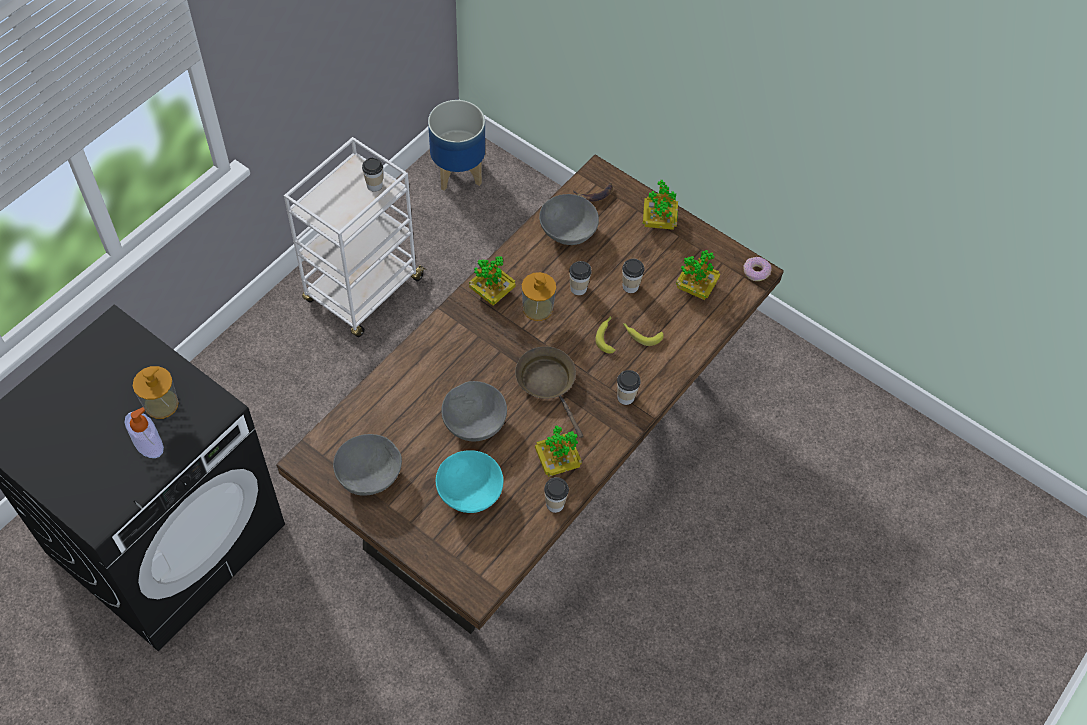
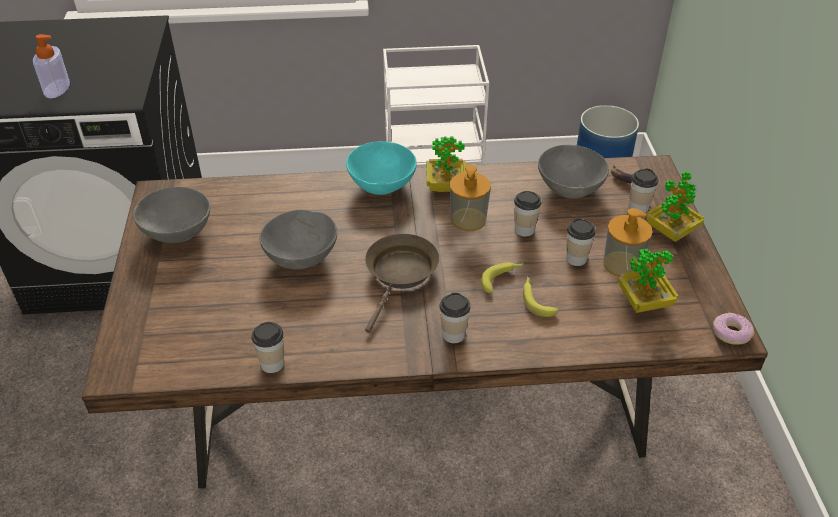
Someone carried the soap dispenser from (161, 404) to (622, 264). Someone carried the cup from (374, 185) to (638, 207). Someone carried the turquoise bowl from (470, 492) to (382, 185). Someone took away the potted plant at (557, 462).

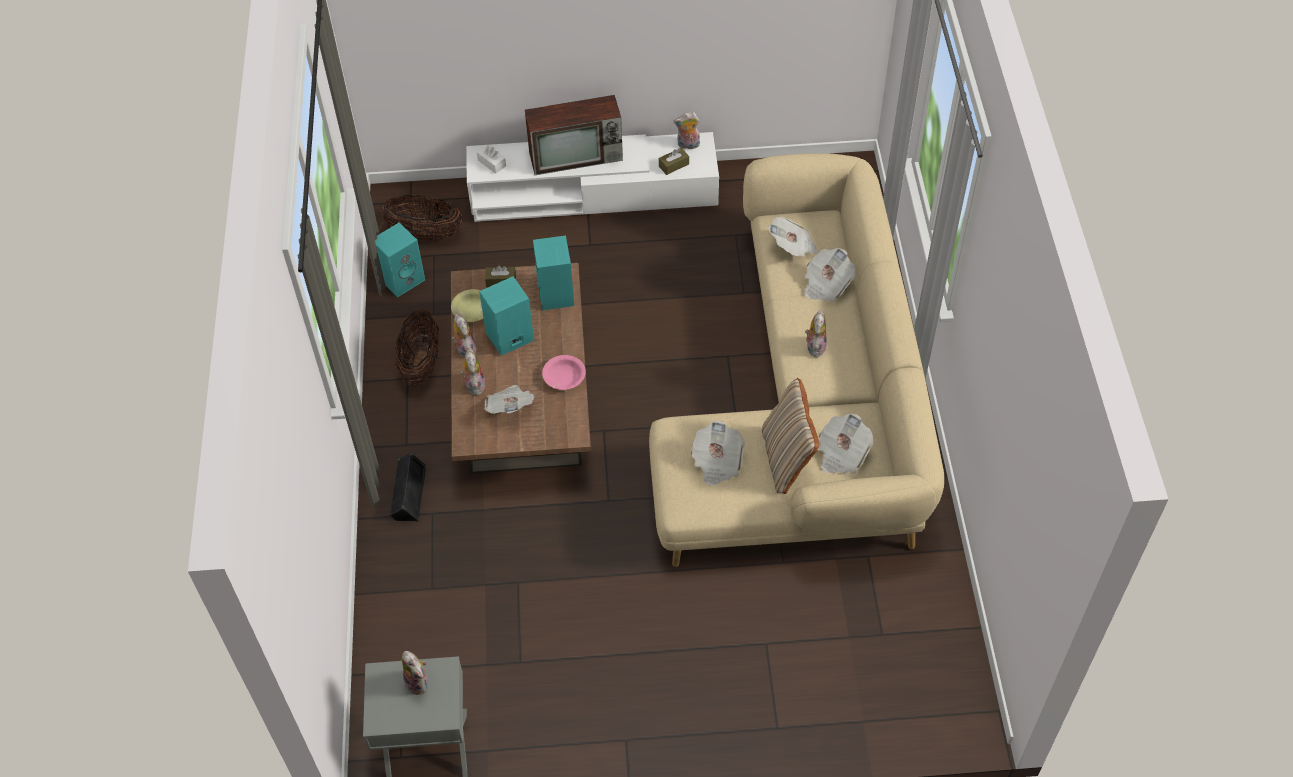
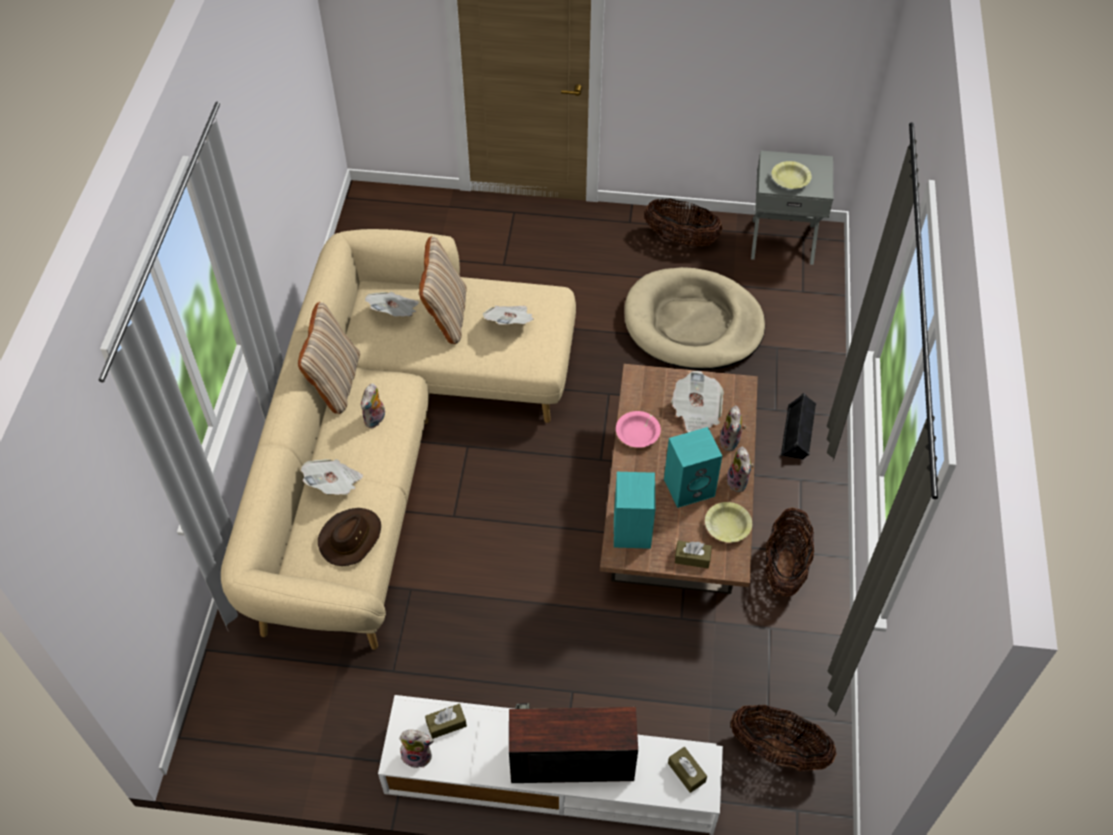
Someone took away the turquoise speaker at (403, 278). Someone swapped the plush toy at (419, 682) for the yellow bowl at (790, 180). Someone repainted the white tissue box at (491, 163), which became the brown tissue box at (686, 772). Someone swapped the newspaper at (793, 247) for the brown hat at (350, 538). Someone put down the beige pillow at (335, 383). Someone put down the beige dog bed at (693, 323). Someone put down the basket at (680, 239).

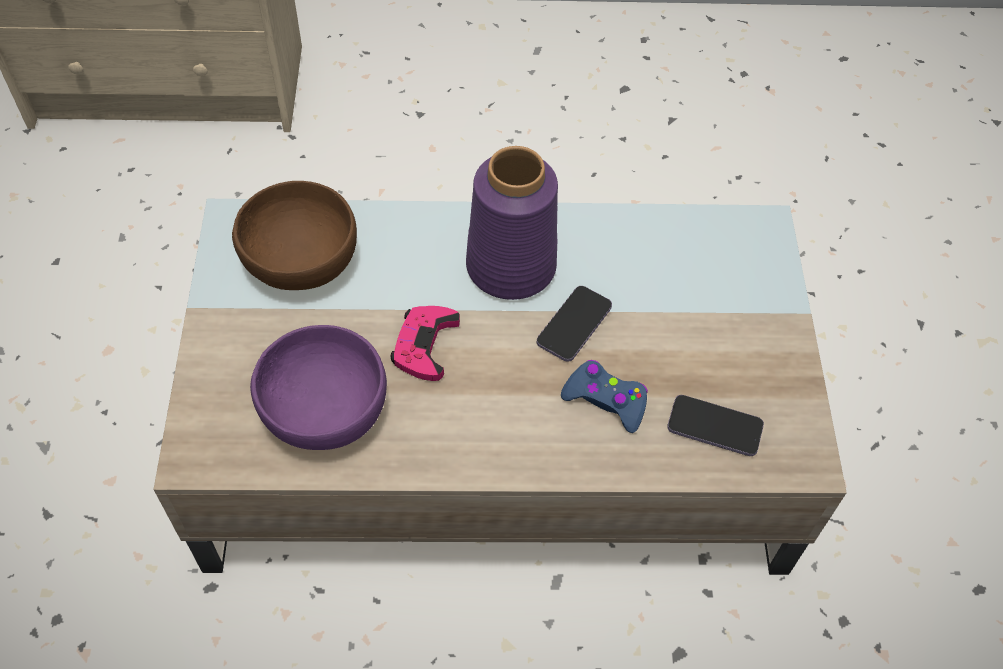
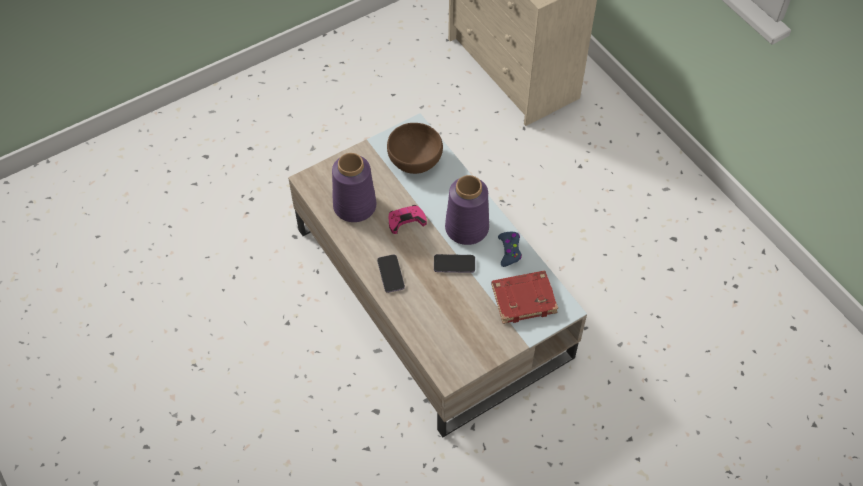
Someone swapped the purple bowl at (325, 410) for the purple vase at (354, 206). Someone carried the blue game controller from (605, 400) to (509, 251). Someone carried the phone from (714, 427) to (391, 274). Someone put down the red book at (524, 298).

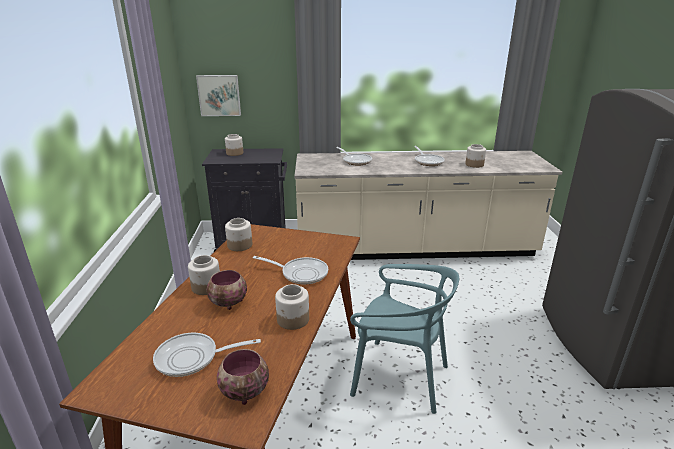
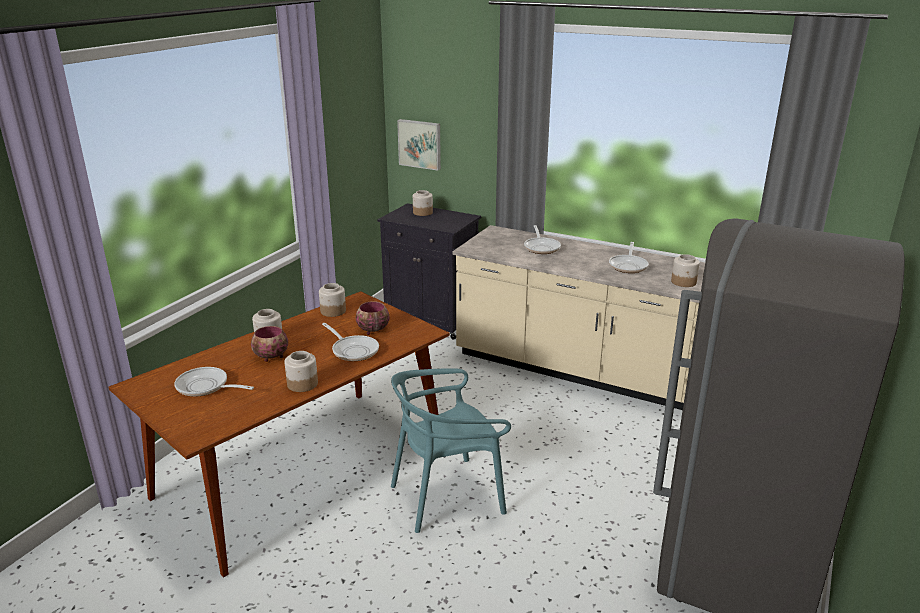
Someone carried the bowl from (243, 392) to (372, 330). Someone rotated the turquoise chair at (399, 377) by 105 degrees clockwise.

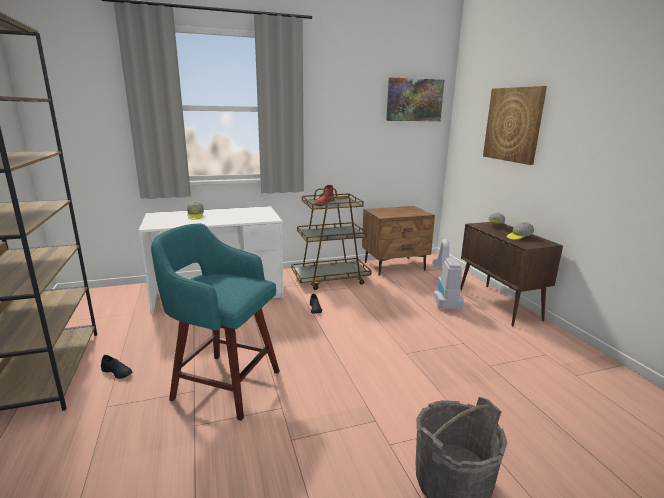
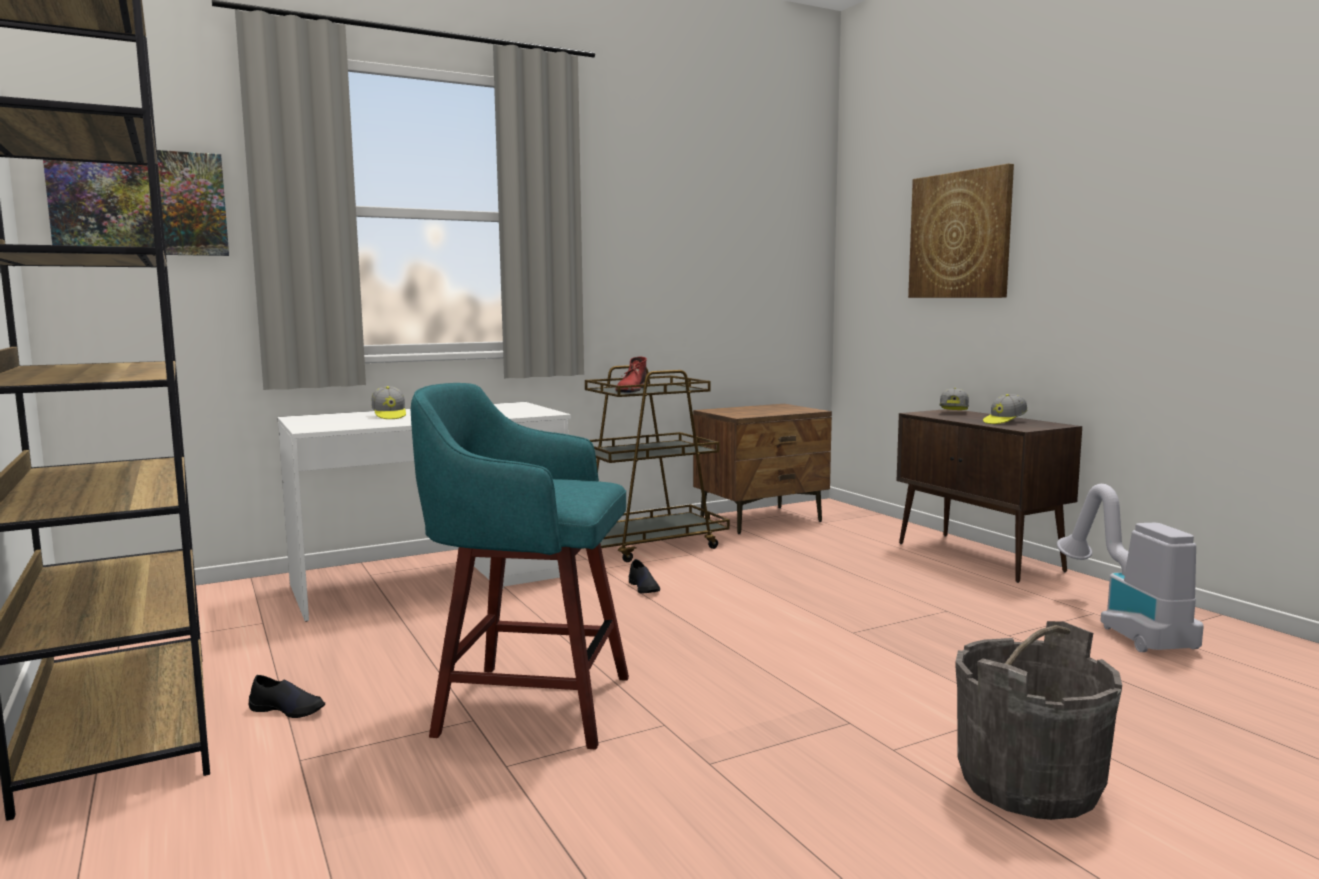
Someone carried the picture from (414, 100) to (140, 202). Someone carried the vacuum cleaner from (443, 297) to (1124, 627).

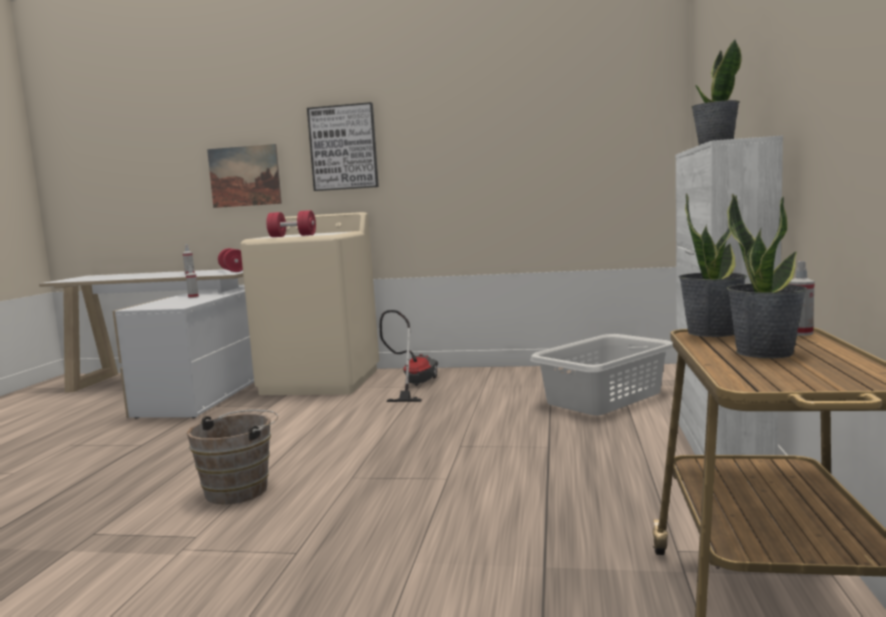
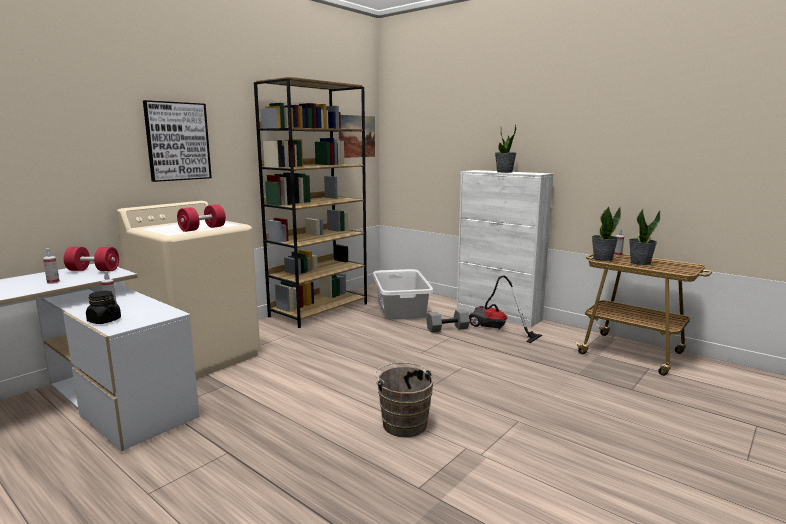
Someone carried the picture from (244, 176) to (356, 136). Someone carried the vacuum cleaner from (413, 385) to (496, 329). Someone put down the black jar at (104, 320). Someone put down the brown bookcase at (319, 310). Someone put down the grey dumbbell at (447, 328).

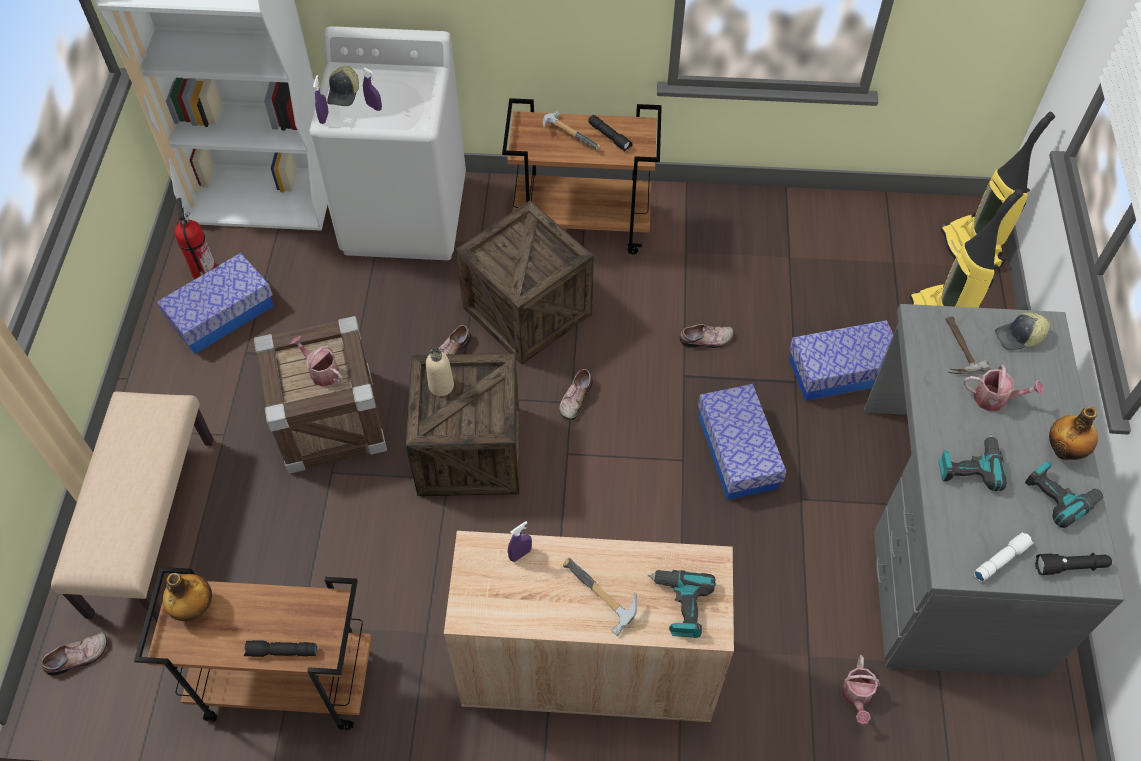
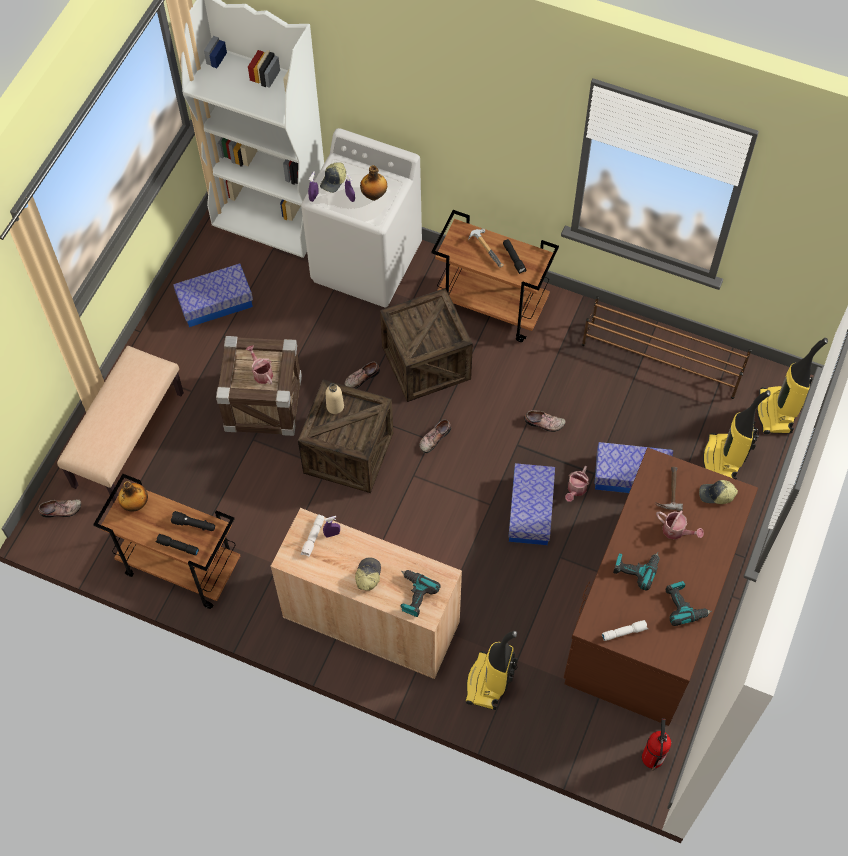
Someone carried the fire extinguisher from (204, 271) to (652, 756). Someone swapped the hammer at (598, 599) for the cap at (367, 575). Someone carried the watering can from (856, 696) to (576, 490). Someone repainted the grey desk at (946, 535), which became the brown desk at (648, 613). Someone carried the black flashlight from (1070, 567) to (194, 525). Someone carried the bottle from (1064, 450) to (374, 195). Someone put down the white flashlight at (313, 538). Someone put down the vacuum cleaner at (489, 682). Someone put down the brown shoe rack at (662, 360).

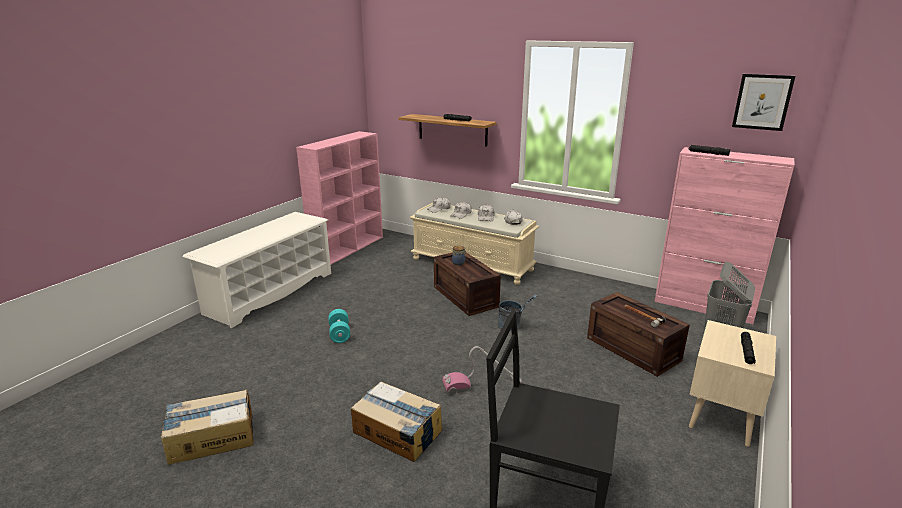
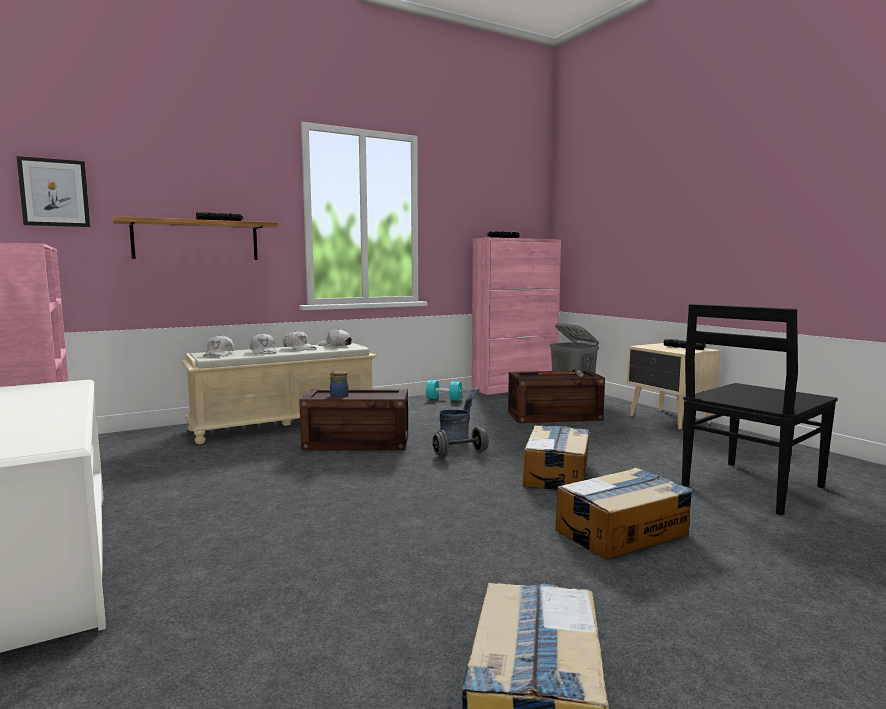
Someone carried the turquoise dumbbell from (339, 334) to (444, 399). Someone swapped the vacuum cleaner at (482, 384) for the cardboard box at (557, 473). Someone carried the picture from (762, 102) to (54, 193). Someone put down the grey dumbbell at (460, 454).

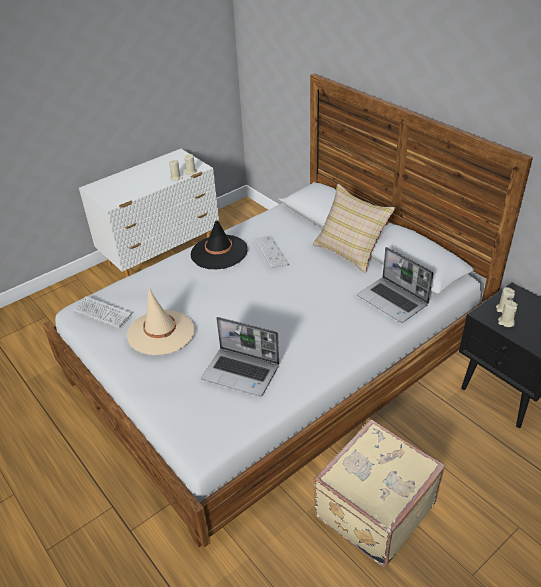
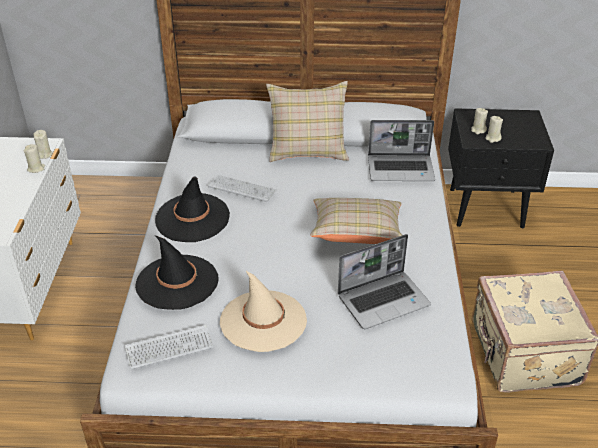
Someone put down the black hat at (177, 282). Someone put down the beige pillow at (356, 234).

